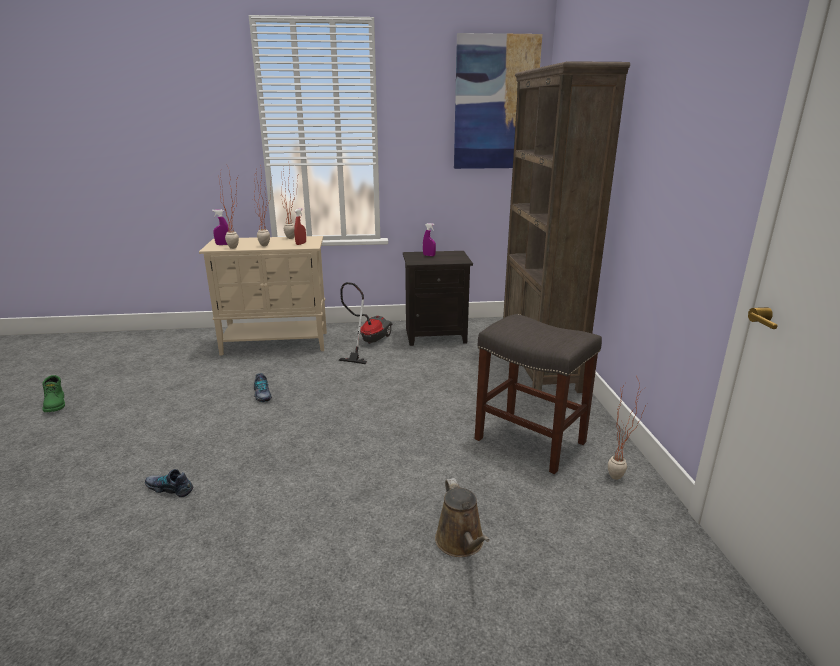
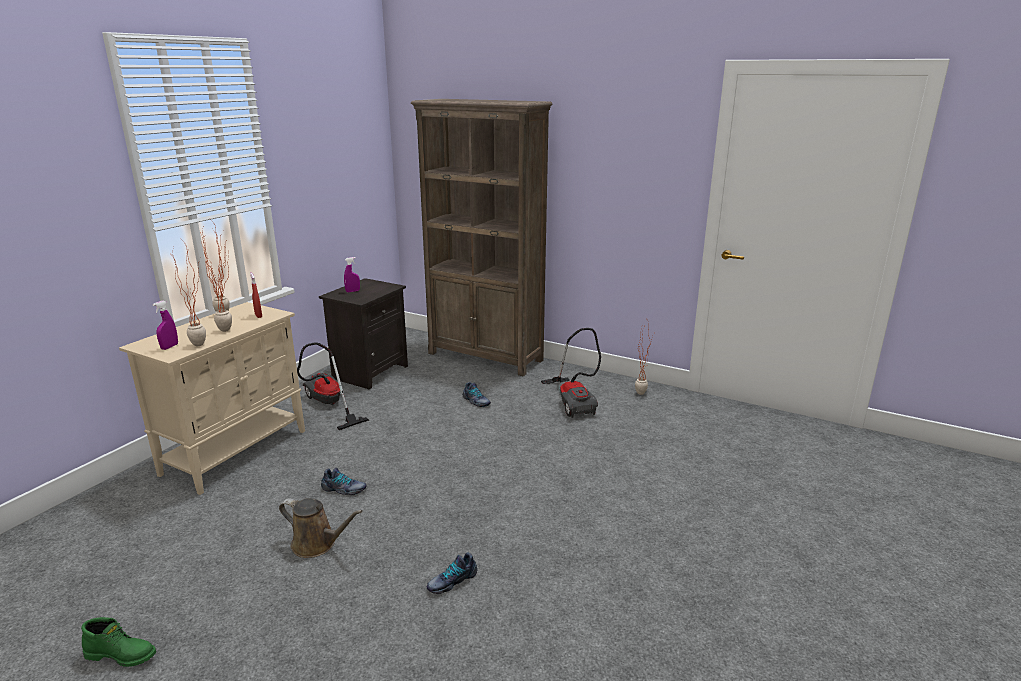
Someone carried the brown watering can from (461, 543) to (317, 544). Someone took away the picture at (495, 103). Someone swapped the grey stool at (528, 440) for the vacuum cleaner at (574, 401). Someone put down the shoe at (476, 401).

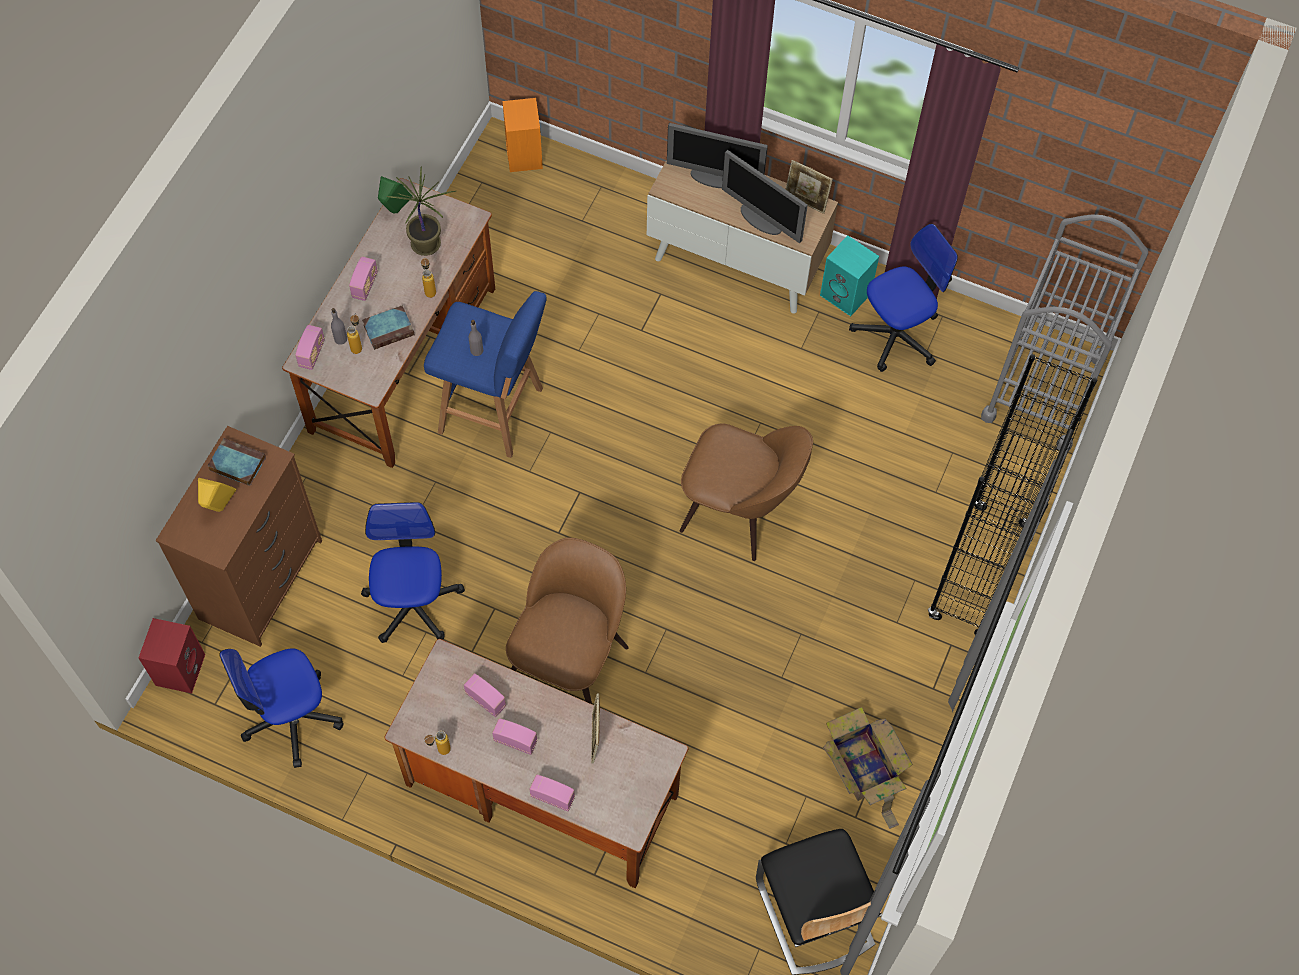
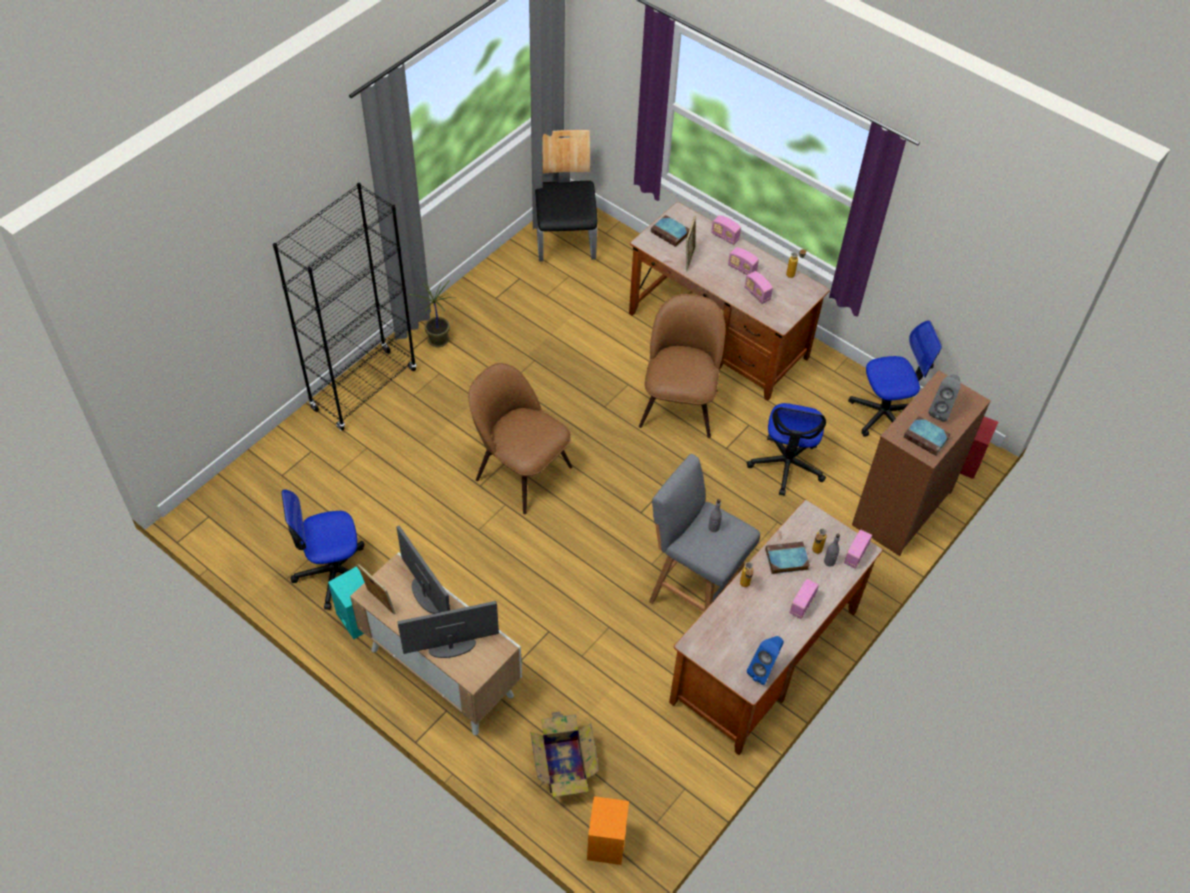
Someone repainted the yellow speaker at (219, 508), which became the grey speaker at (941, 410). Someone repainted the green speaker at (395, 211), which became the blue speaker at (764, 670). Someone carried the potted plant from (427, 245) to (437, 339). Someone repainted the blue stool at (494, 412), which became the grey stool at (694, 591). Someone rotated the brown chair at (569, 658) by 150 degrees clockwise. Someone rotated the monitor at (714, 178) by 45 degrees counterclockwise. Someone carried the cardboard box from (863, 769) to (564, 763). Someone took away the grey cart at (1043, 388). Someone put down the book at (671, 233).

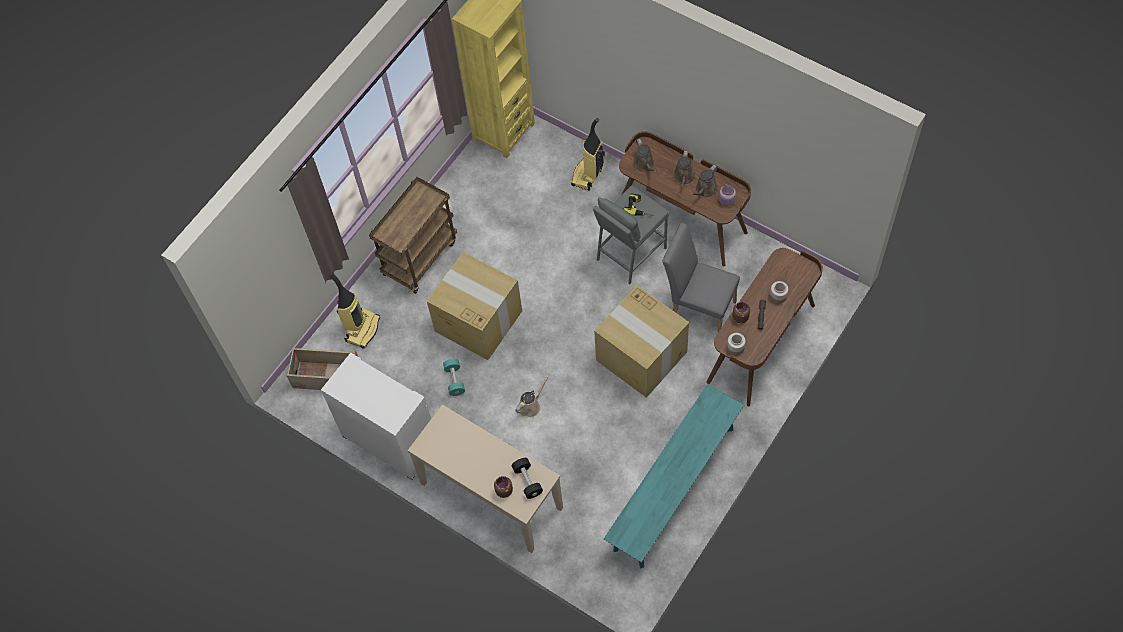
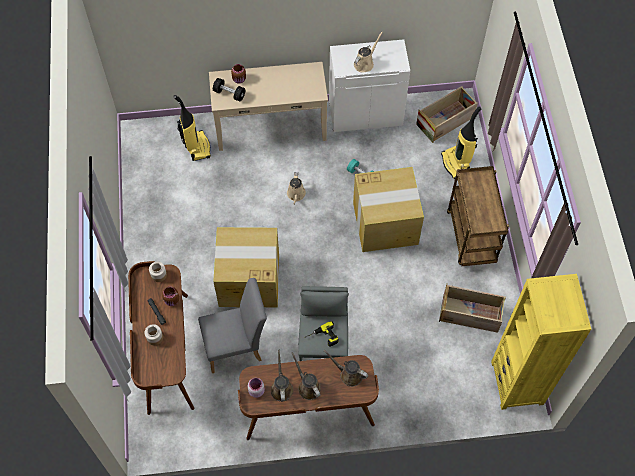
Someone carried the vacuum cleaner from (588, 175) to (197, 146). Someone took away the turquoise bench at (674, 488). Someone put down the beige watering can at (365, 63). Someone put down the crate at (470, 314).

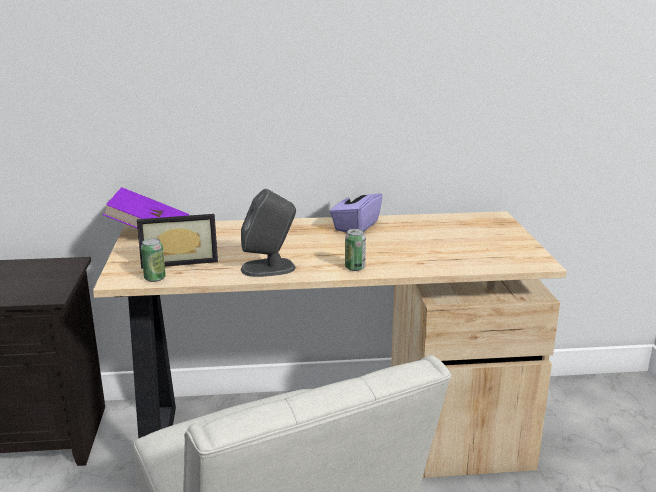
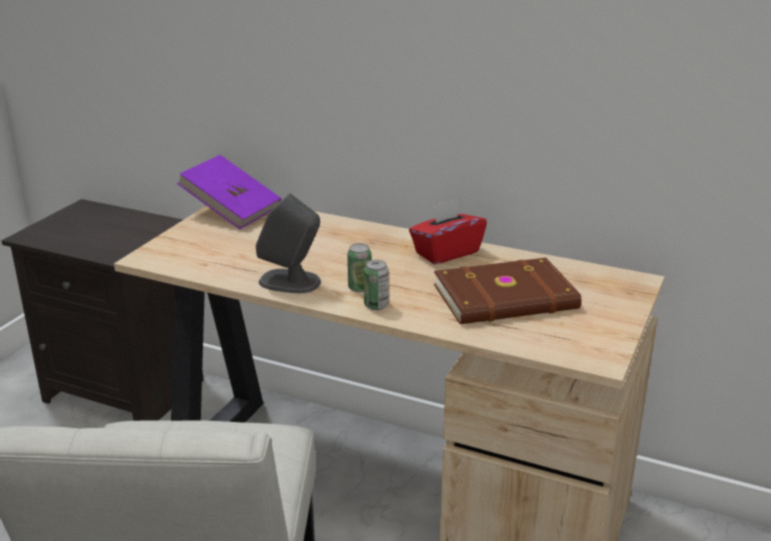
Someone took away the picture frame at (179, 260). Someone carried the can from (155, 278) to (359, 288). Someone repainted the purple tissue box at (355, 226), which became the red tissue box at (446, 252). Someone put down the brown book at (507, 298).

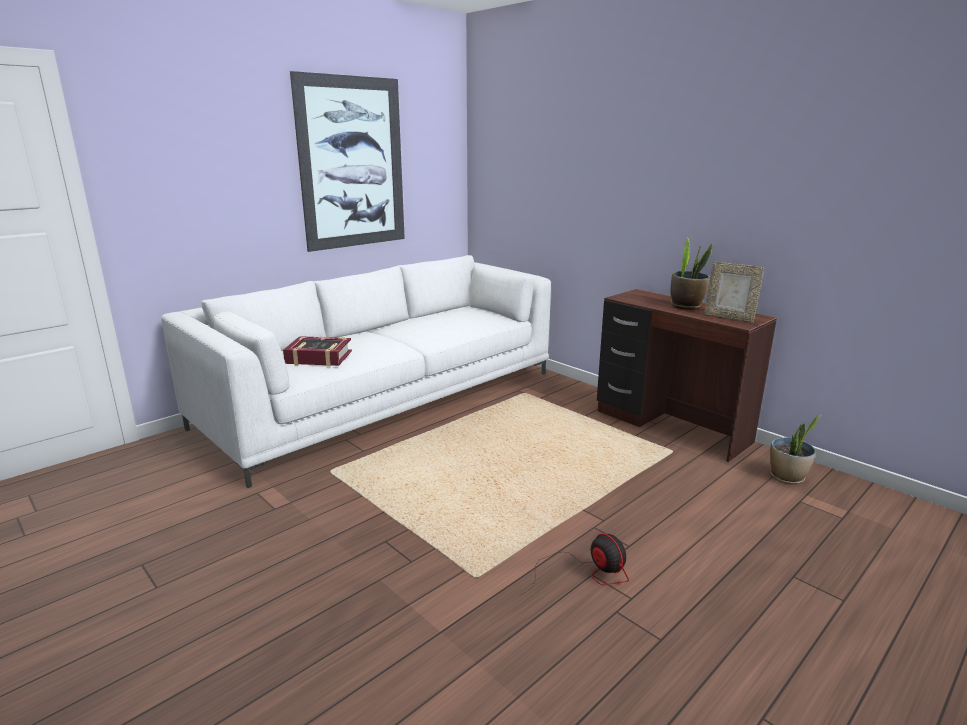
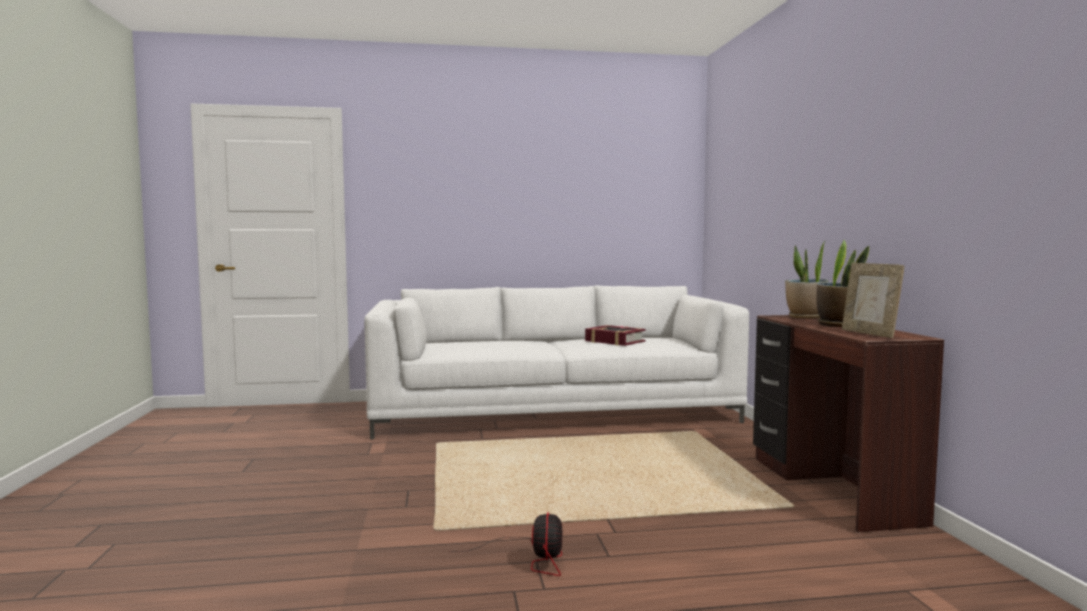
Someone carried the book from (318, 358) to (614, 341). Someone took away the picture at (352, 164). Someone carried the potted plant from (787, 477) to (806, 317).

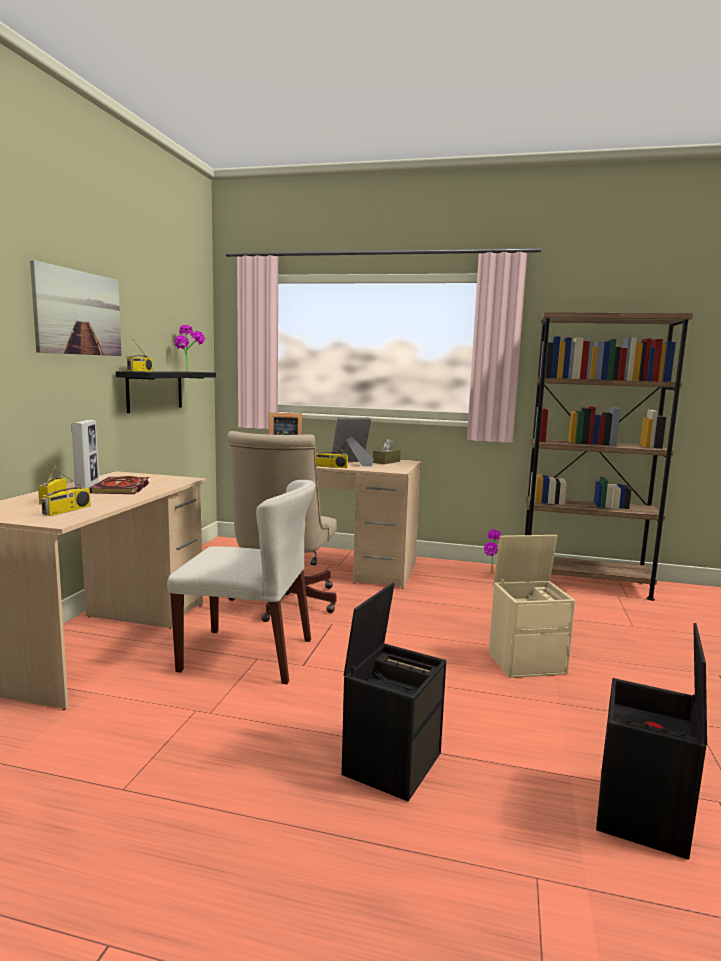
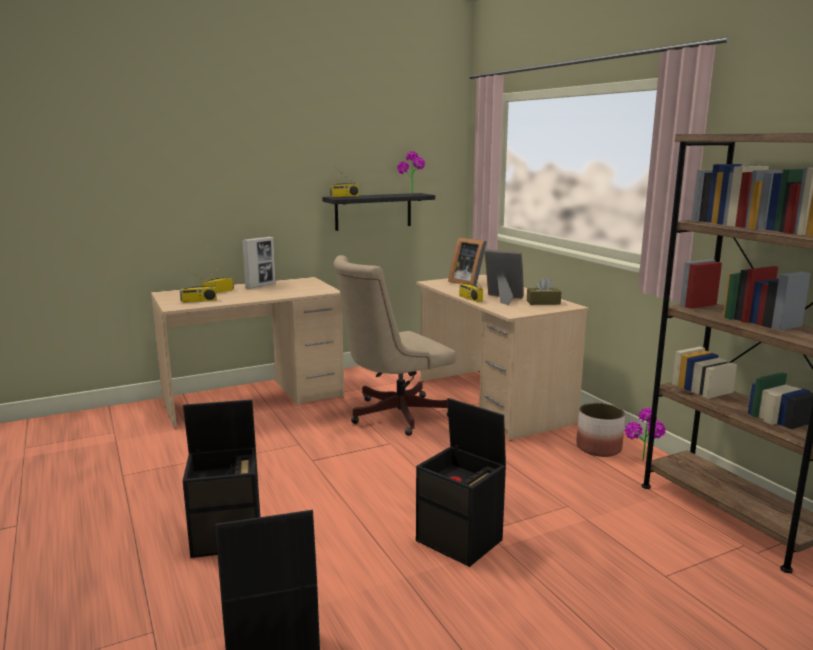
Someone took away the picture at (78, 313). Someone took away the book at (121, 489). Someone took away the beige chair at (248, 655). Someone repainted the beige storage box at (527, 662), which became the black storage box at (461, 540). Someone put down the planter at (599, 448).

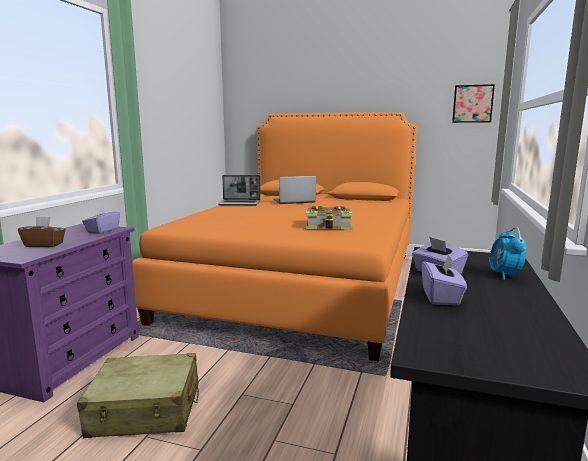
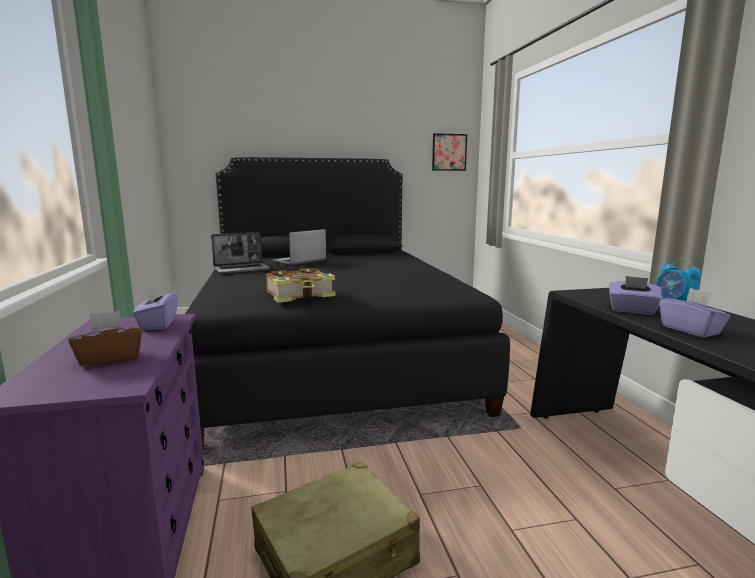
Someone repainted the orange bed at (301, 283), which became the black bed at (329, 355). Someone carried the book from (329, 226) to (301, 295).

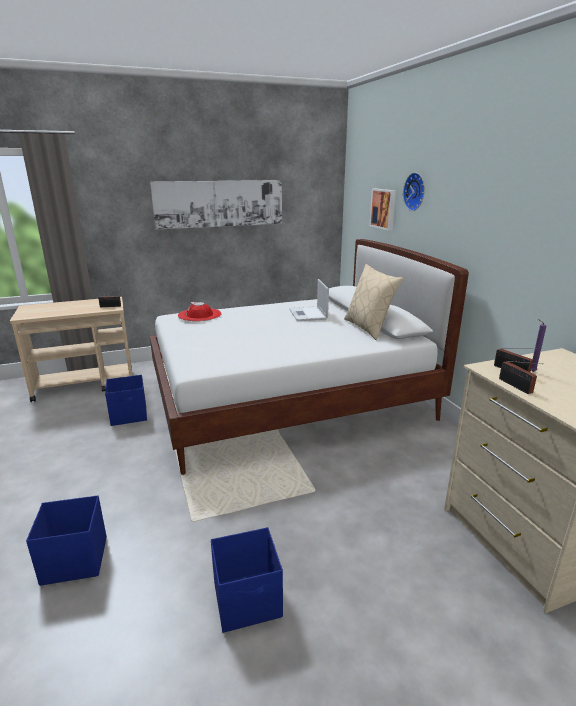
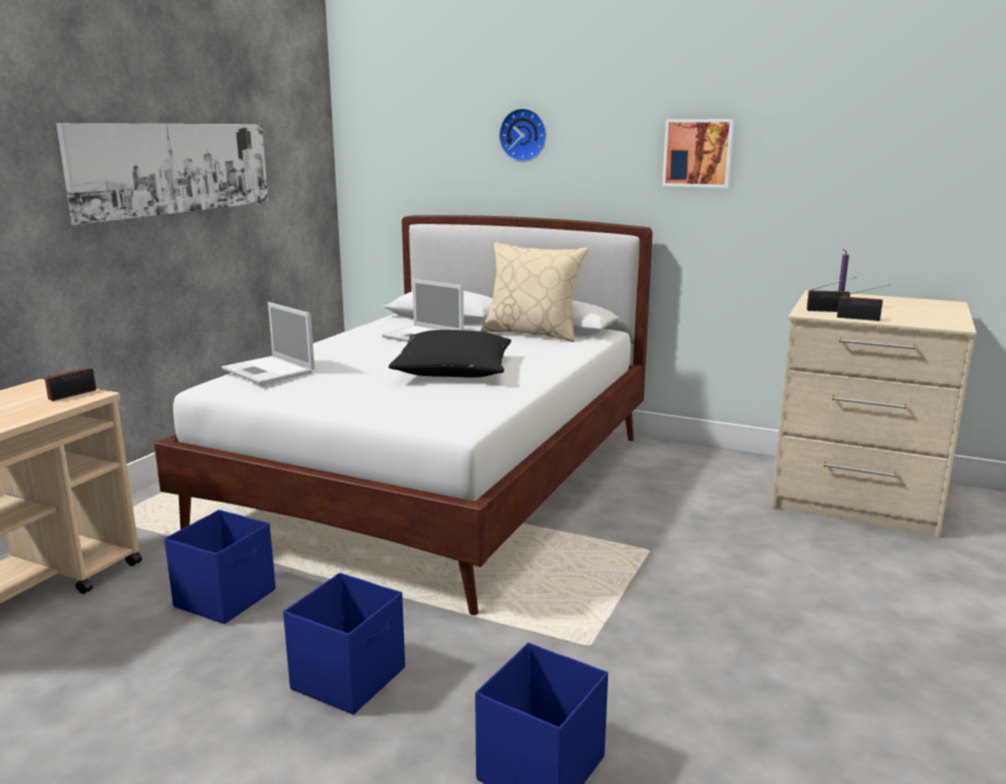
Someone swapped the red hat at (199, 315) for the laptop at (269, 371). Someone carried the blue storage box from (248, 601) to (350, 678). Someone carried the picture from (383, 209) to (698, 153). Someone put down the black pillow at (453, 370).

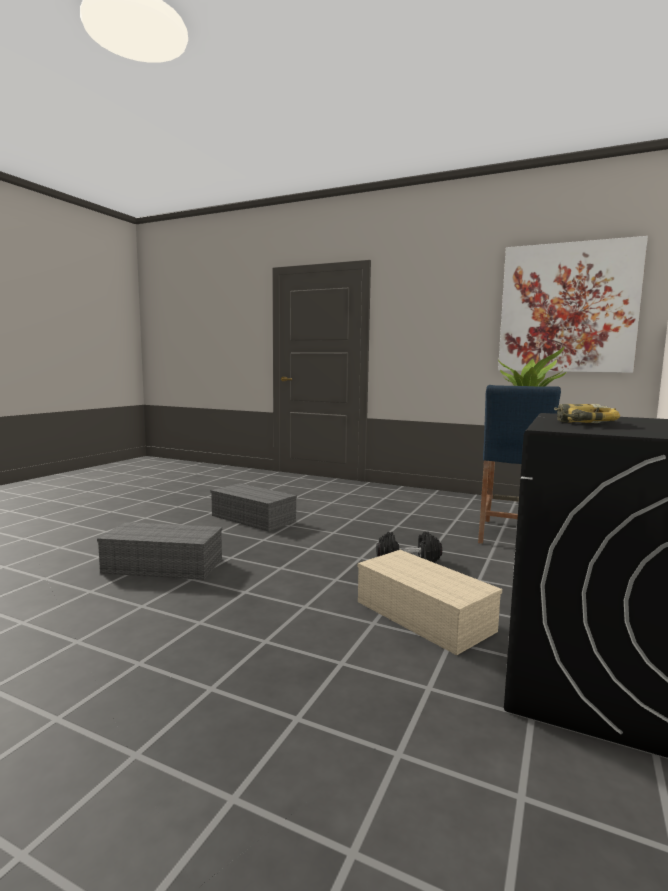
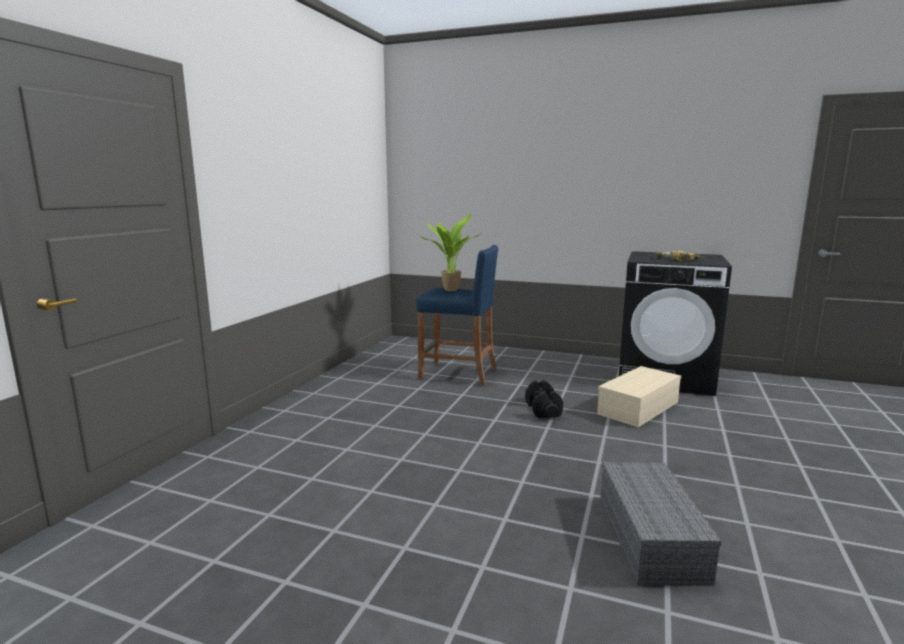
Someone took away the grey storage box at (254, 518). Someone took away the picture at (567, 308).

